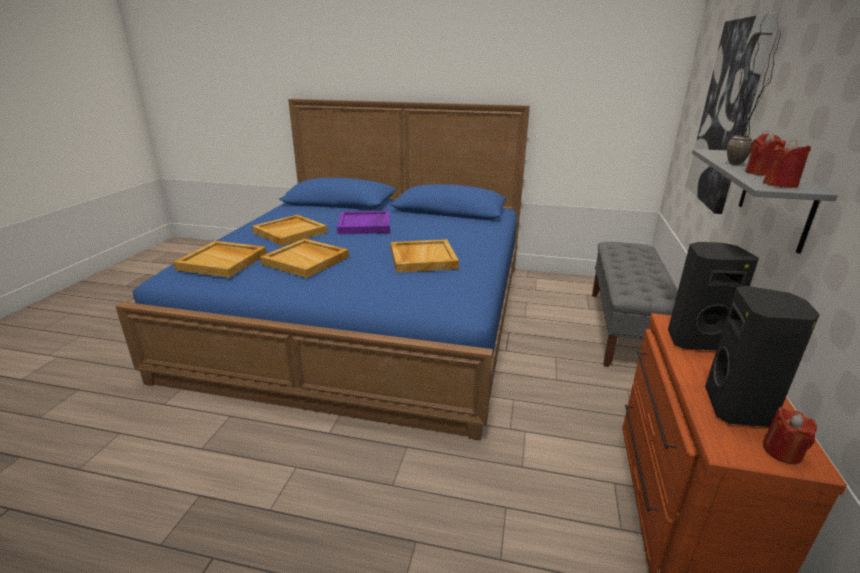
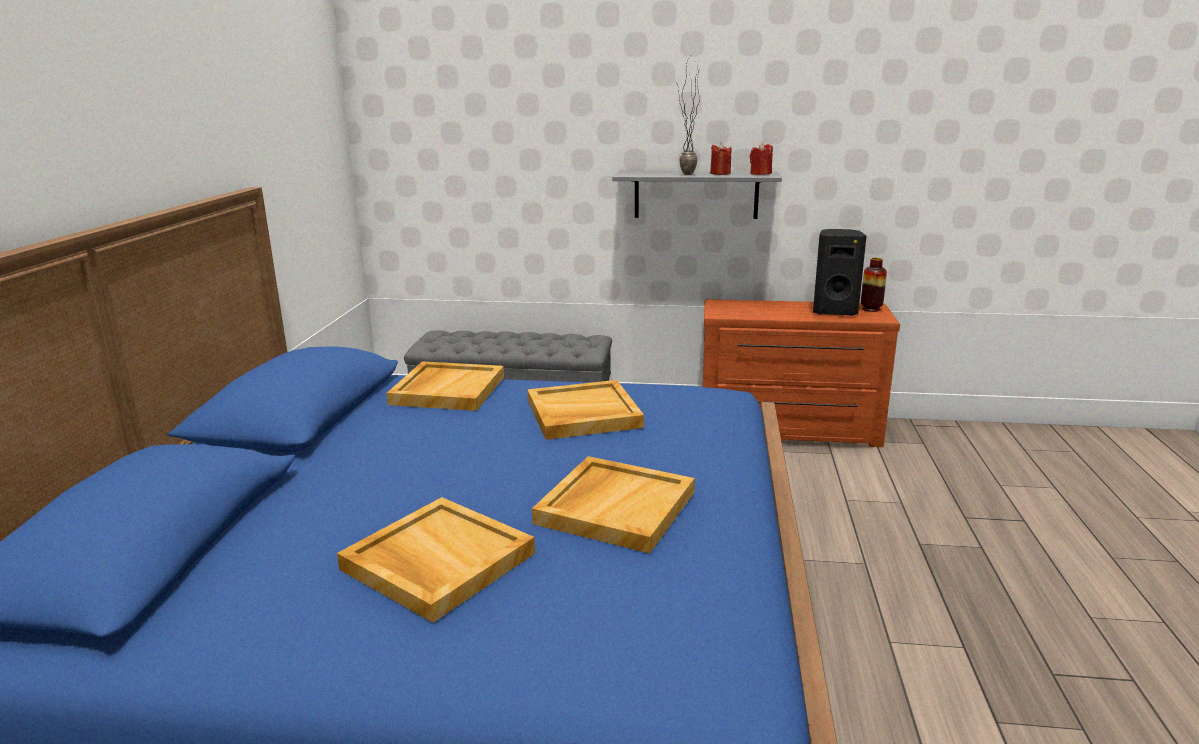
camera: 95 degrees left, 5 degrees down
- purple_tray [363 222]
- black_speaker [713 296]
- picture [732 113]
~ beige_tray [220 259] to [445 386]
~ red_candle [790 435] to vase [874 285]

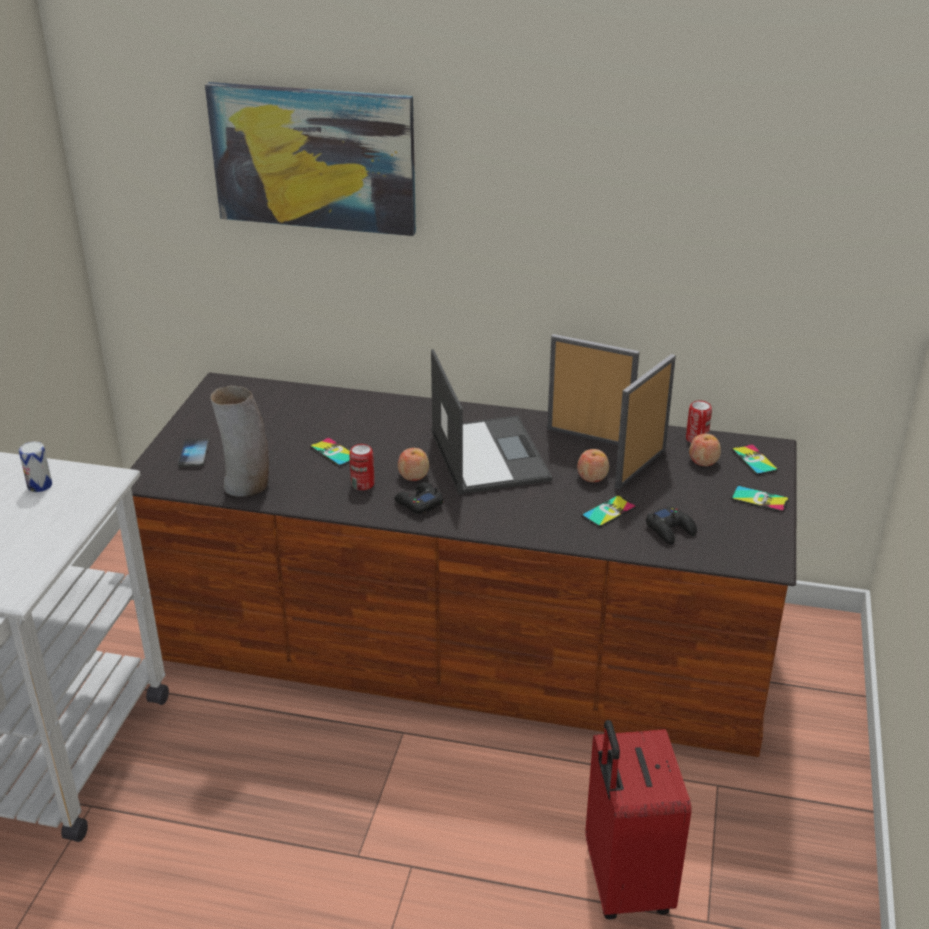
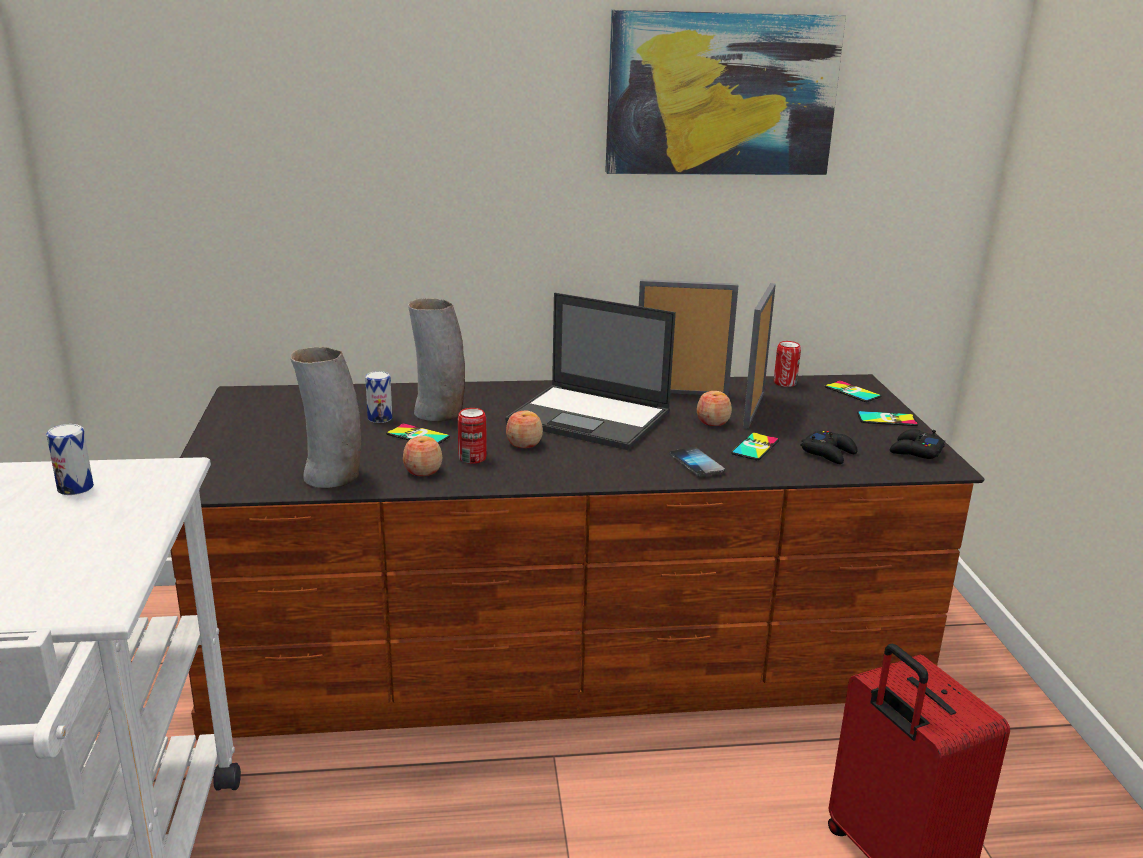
camera: 20 degrees left, 10 degrees down
+ can [378 397]
+ vase [436 359]
~ phone [194 452] to [697 462]
~ picture [310 159] to [725 92]
~ black_game_controller [419 498] to [917 444]
~ apple [705 450] to [422 456]
~ laptop [491 421] = [590 371] 150 degrees clockwise

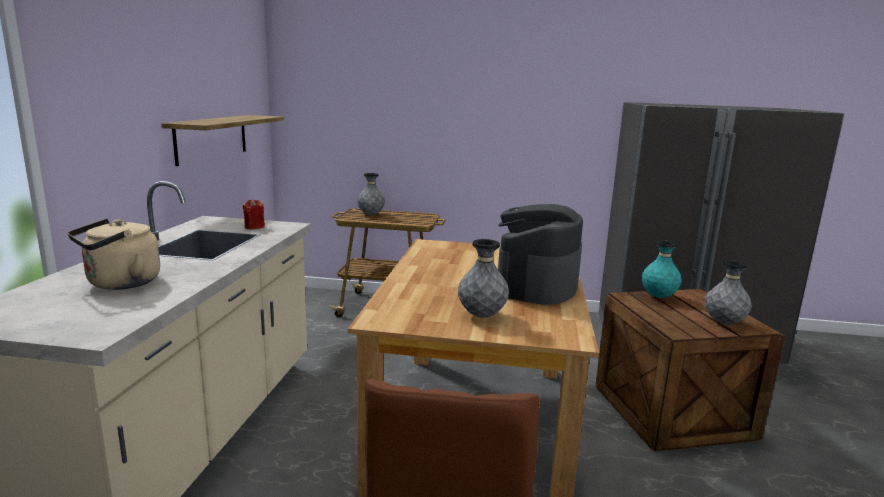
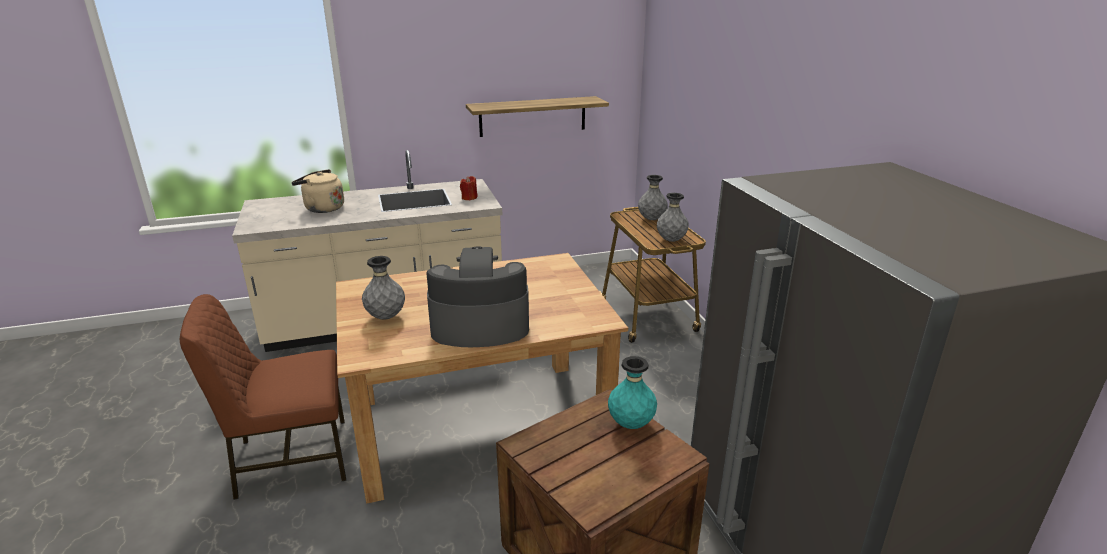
camera: 65 degrees right, 10 degrees up
~ grey_vase [728 292] to [673 217]

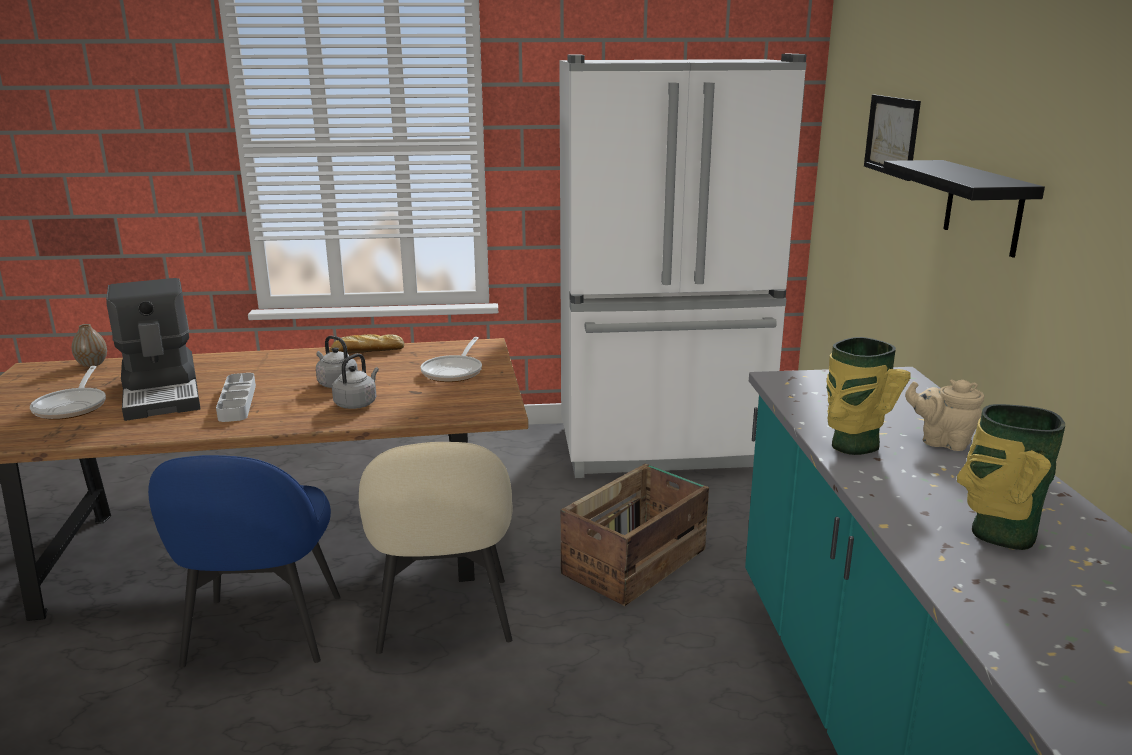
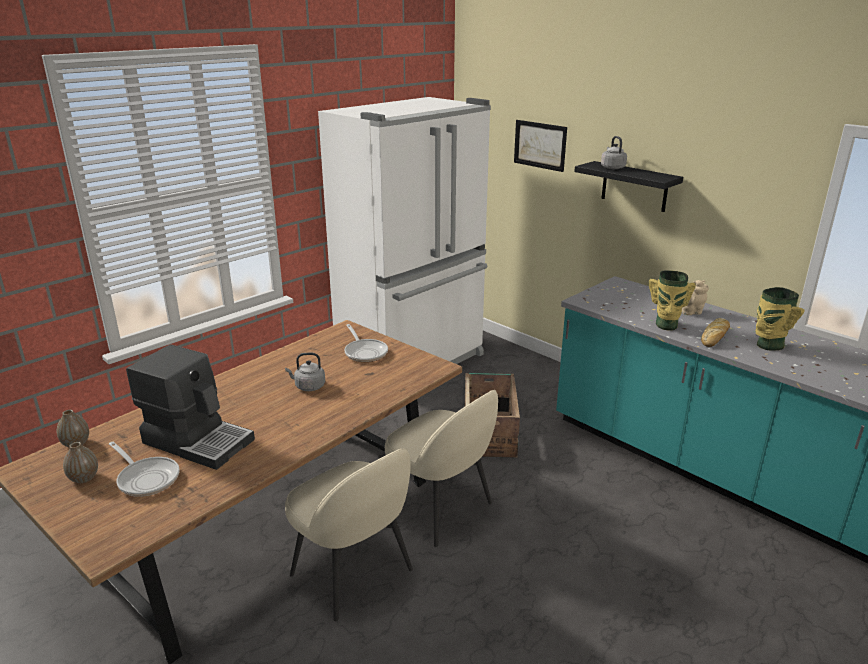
camera: 40 degrees left, 5 degrees up
- grey_tray [236 397]
+ vase [80 462]
~ bread [367 344] to [715 332]
~ grey_kettle [355 381] to [614 152]
~ blue_chair [244 561] to beige_chair [349 534]

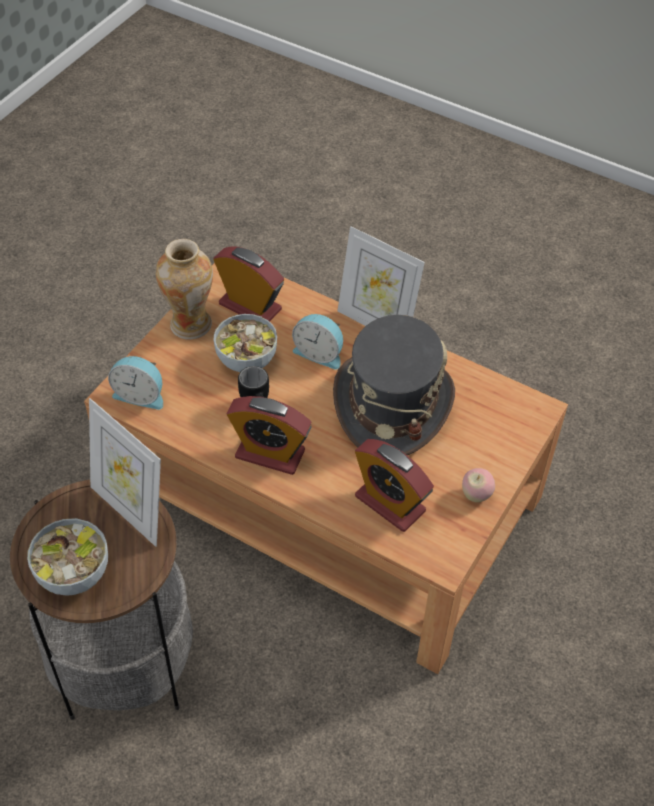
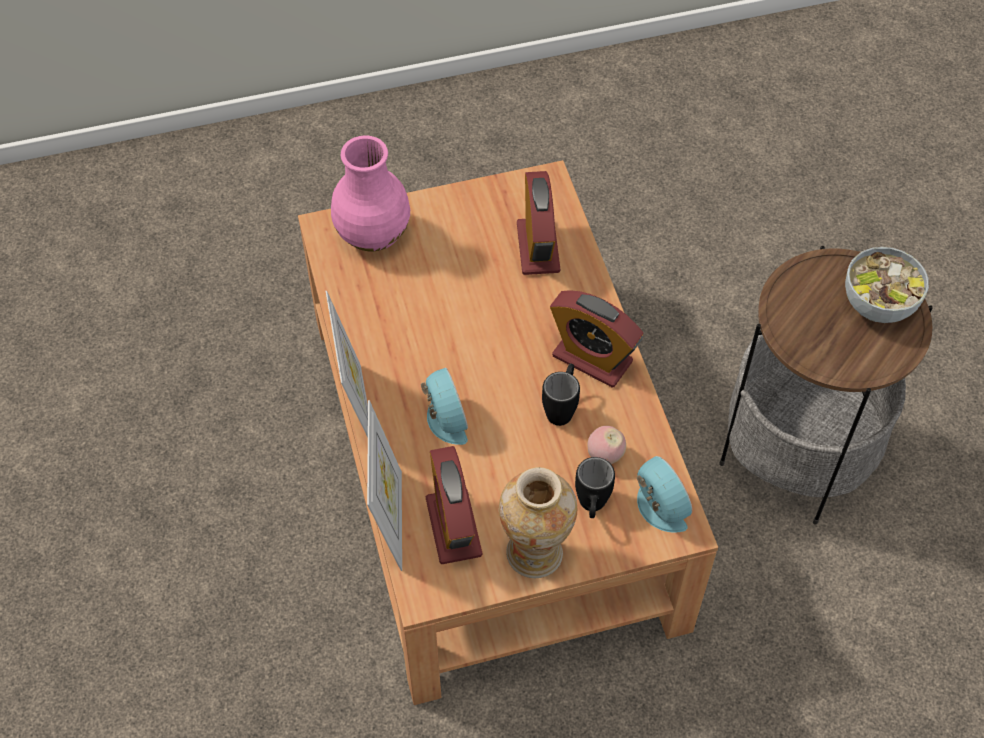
camera: 135 degrees left, 5 degrees up
- bowl [245 343]
- grey_hat [394 385]
+ pink_vase [370 193]
+ black_mug [595 487]
~ picture_frame [125 472] to [384 485]
~ apple [478 485] to [606 445]
~ alarm_clock [269 435] = [596 338] 150 degrees clockwise

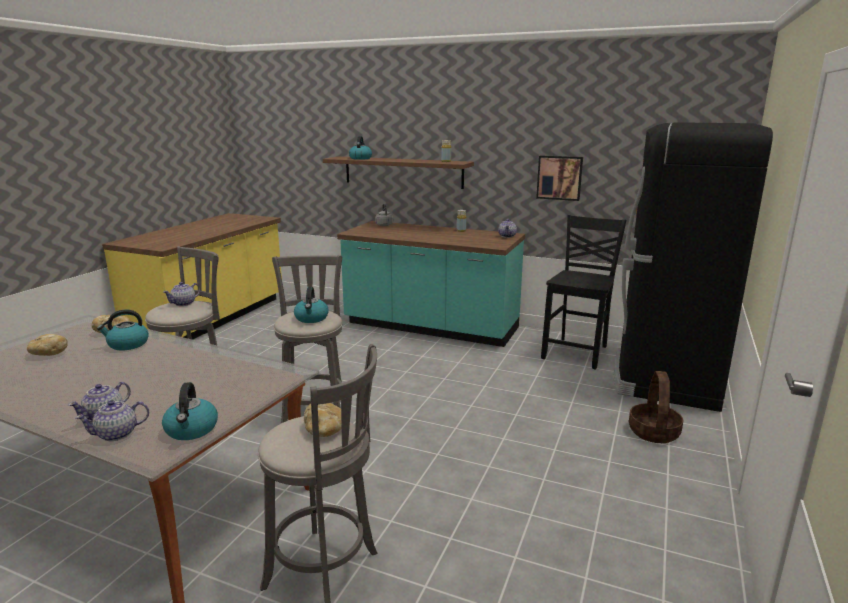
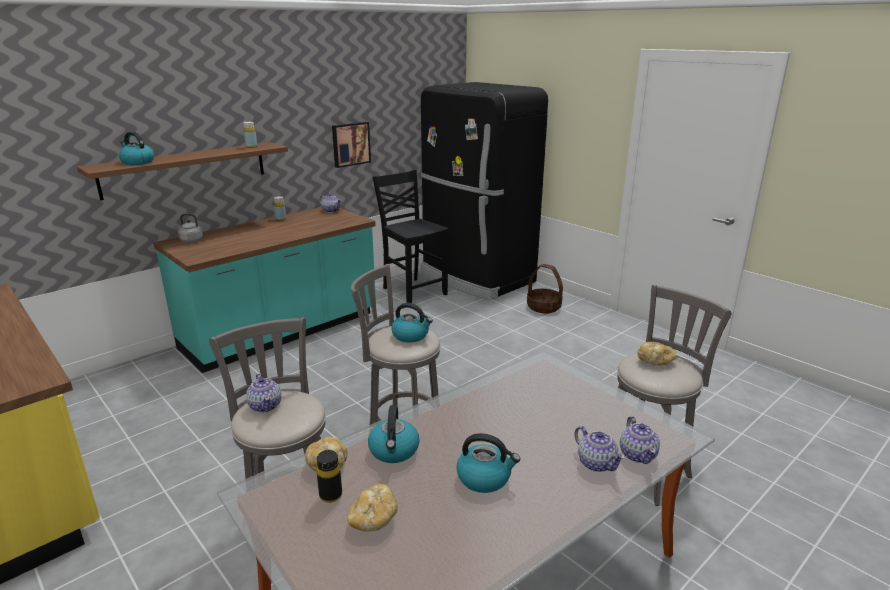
camera: 65 degrees left, 5 degrees up
+ black_bottle [329 476]
~ kettle [190 411] to [488 463]

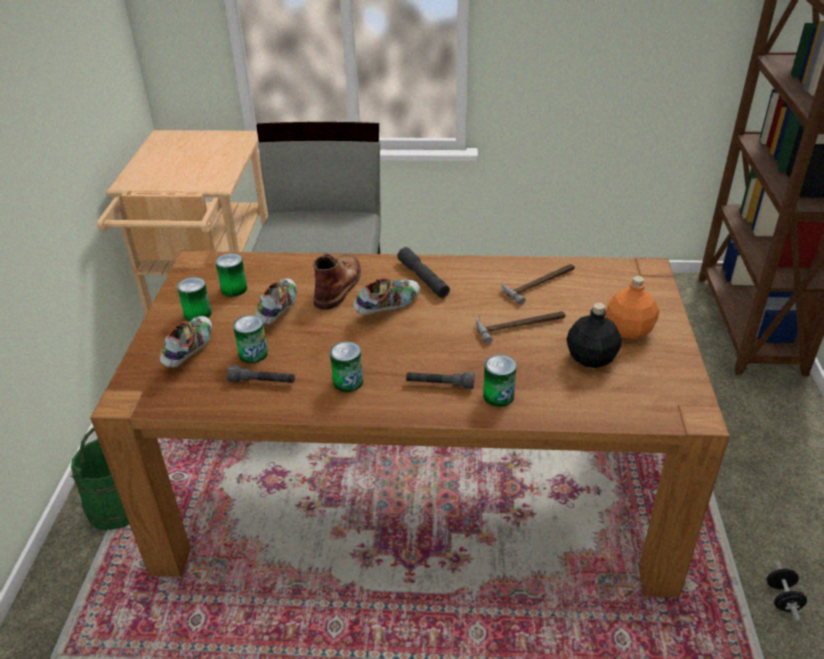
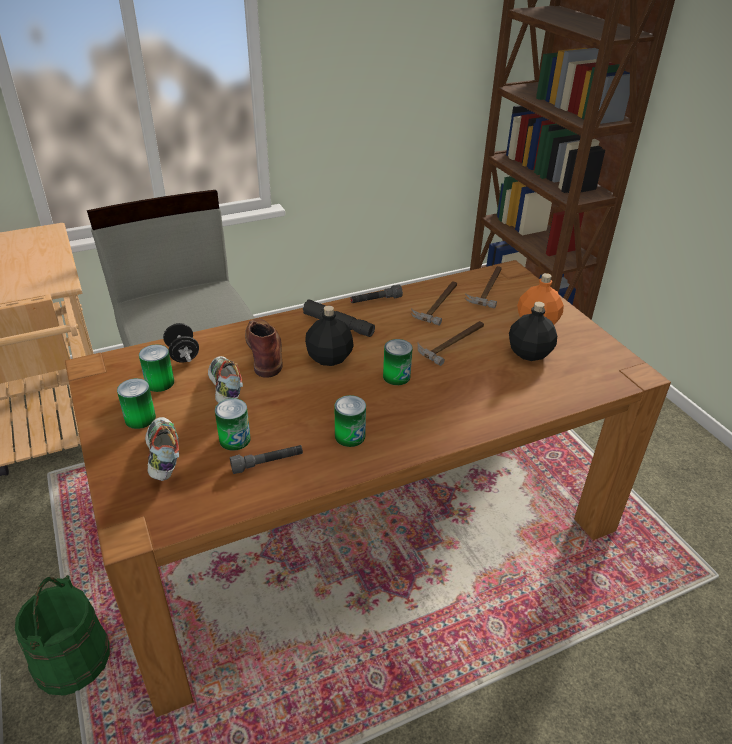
camera: 30 degrees left, 0 degrees up
+ hammer [483 287]
~ grey_flashlight [440 380] to [376 294]
~ can [500 381] to [398 362]
~ black_dumbbell [787 591] to [181 343]
~ shoe [386 296] to black_bottle [329 336]

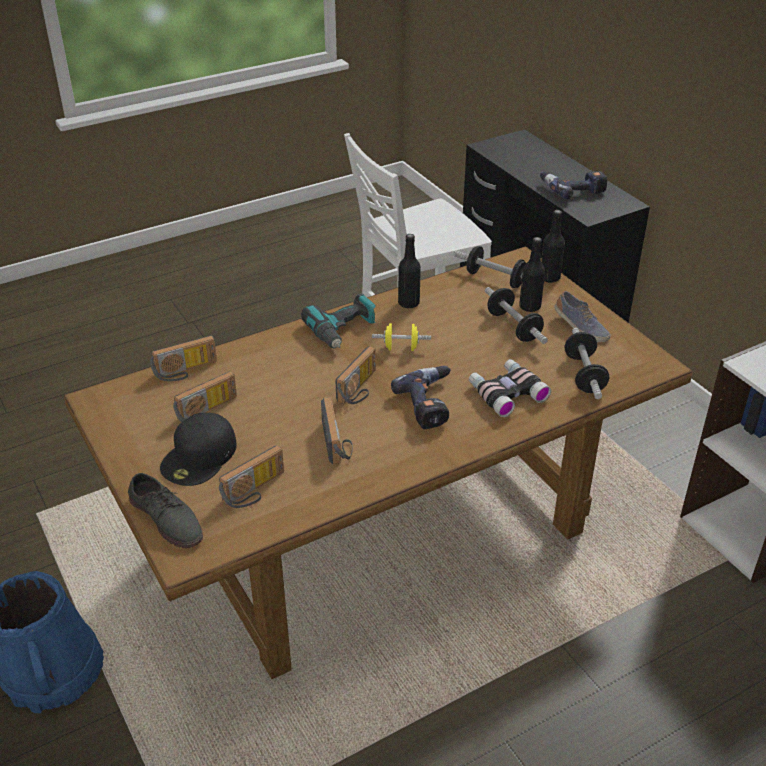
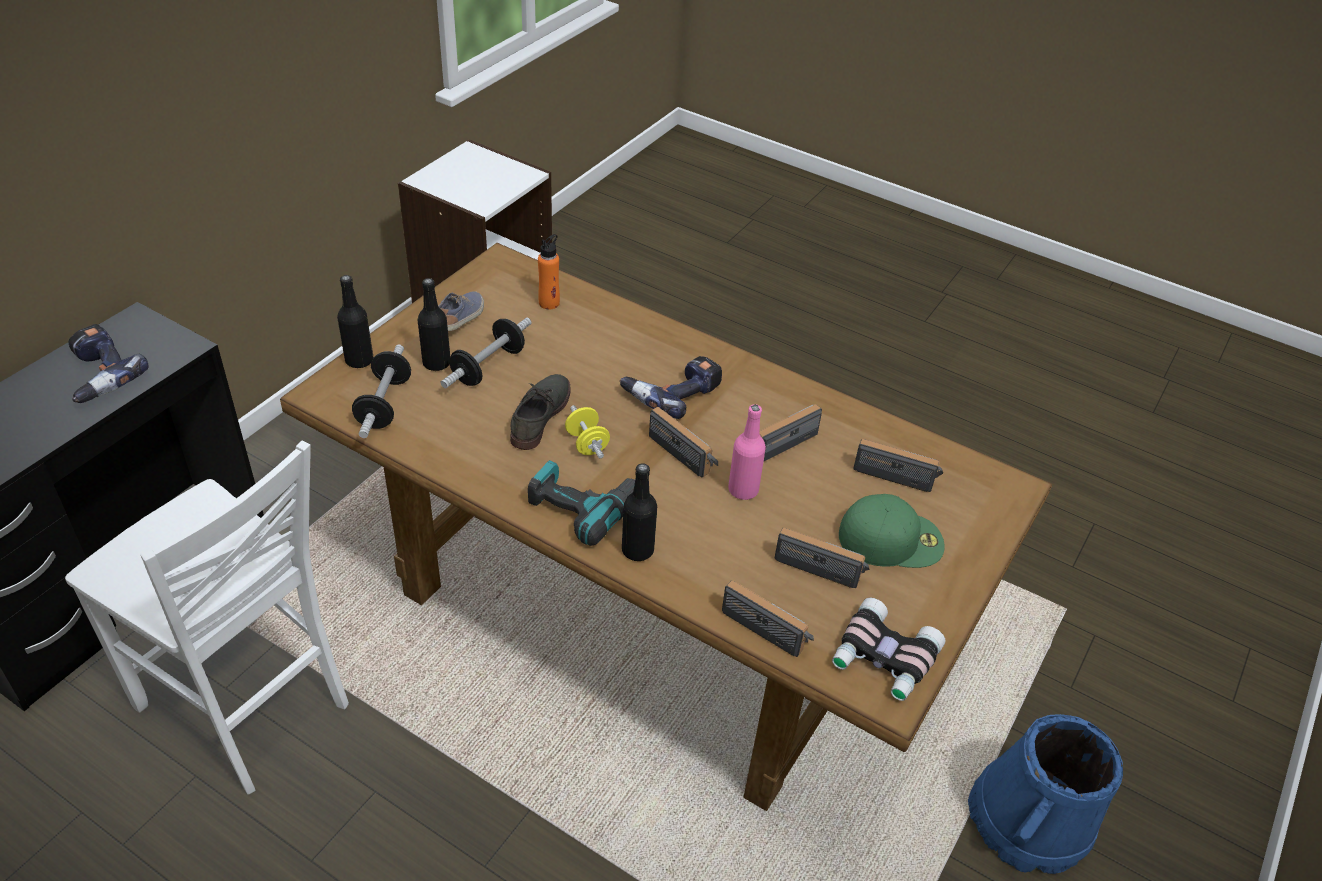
camera: 120 degrees left, 5 degrees up
+ pink_bottle [747 452]
~ grey_shoe [165 510] to [540 412]
~ black_bottle [409 271] to [639 512]
~ binoculars [510 388] to [889 649]
~ dumbbell [587 363] to orange_bottle [549 271]
~ black_cap [198 449] to green_cap [892 531]
~ radio [355 375] = [683 442] 45 degrees clockwise

